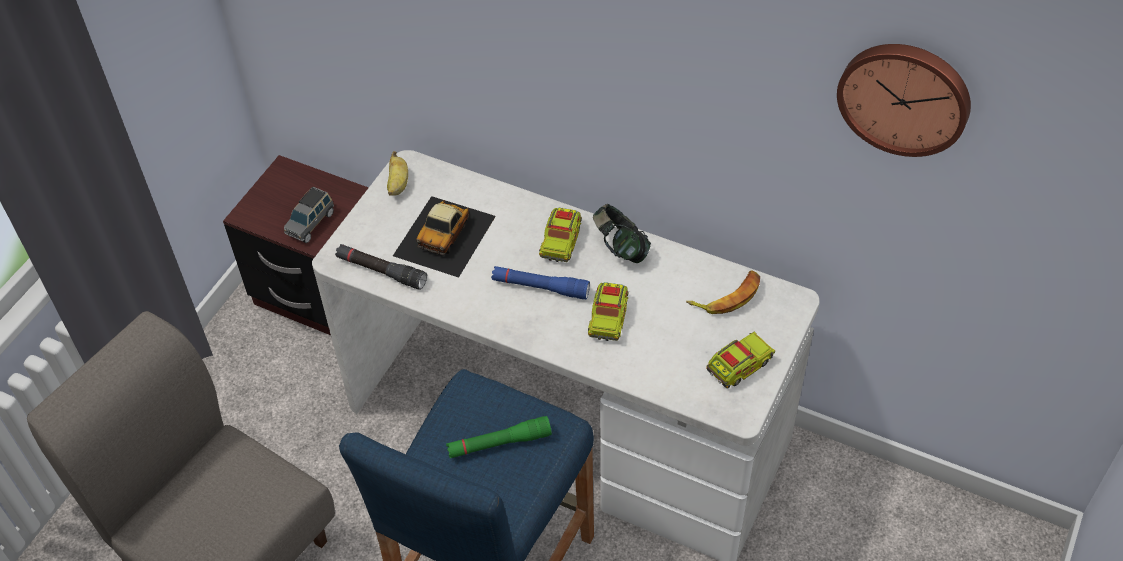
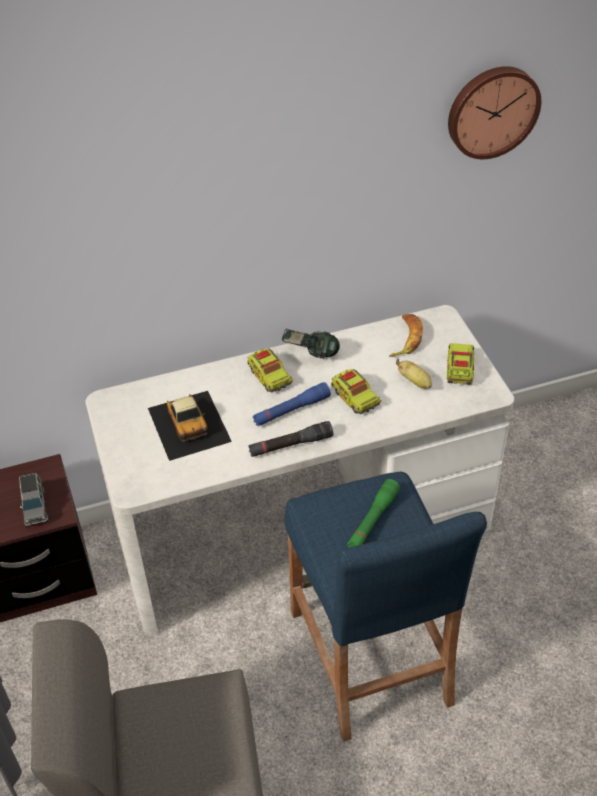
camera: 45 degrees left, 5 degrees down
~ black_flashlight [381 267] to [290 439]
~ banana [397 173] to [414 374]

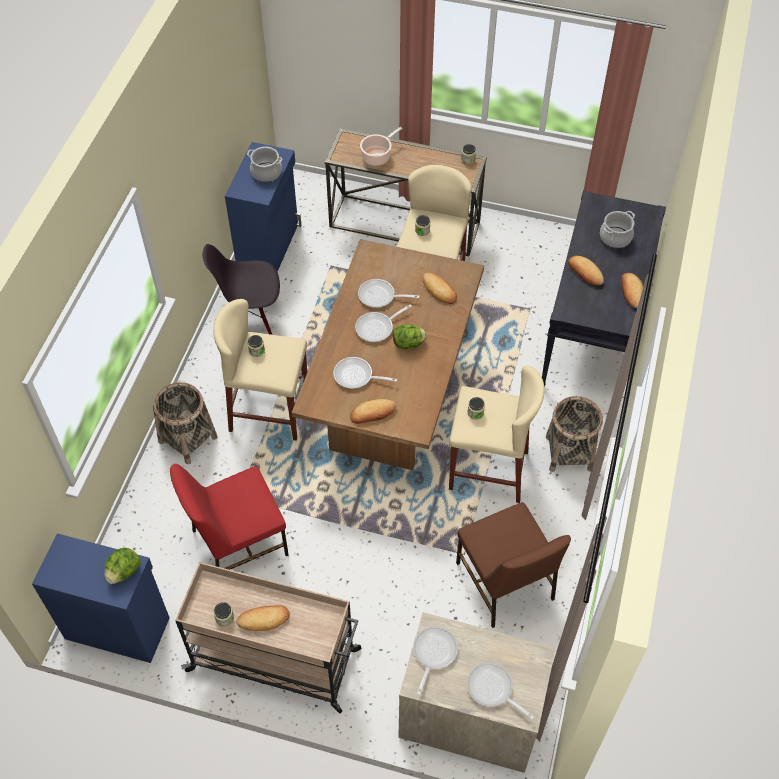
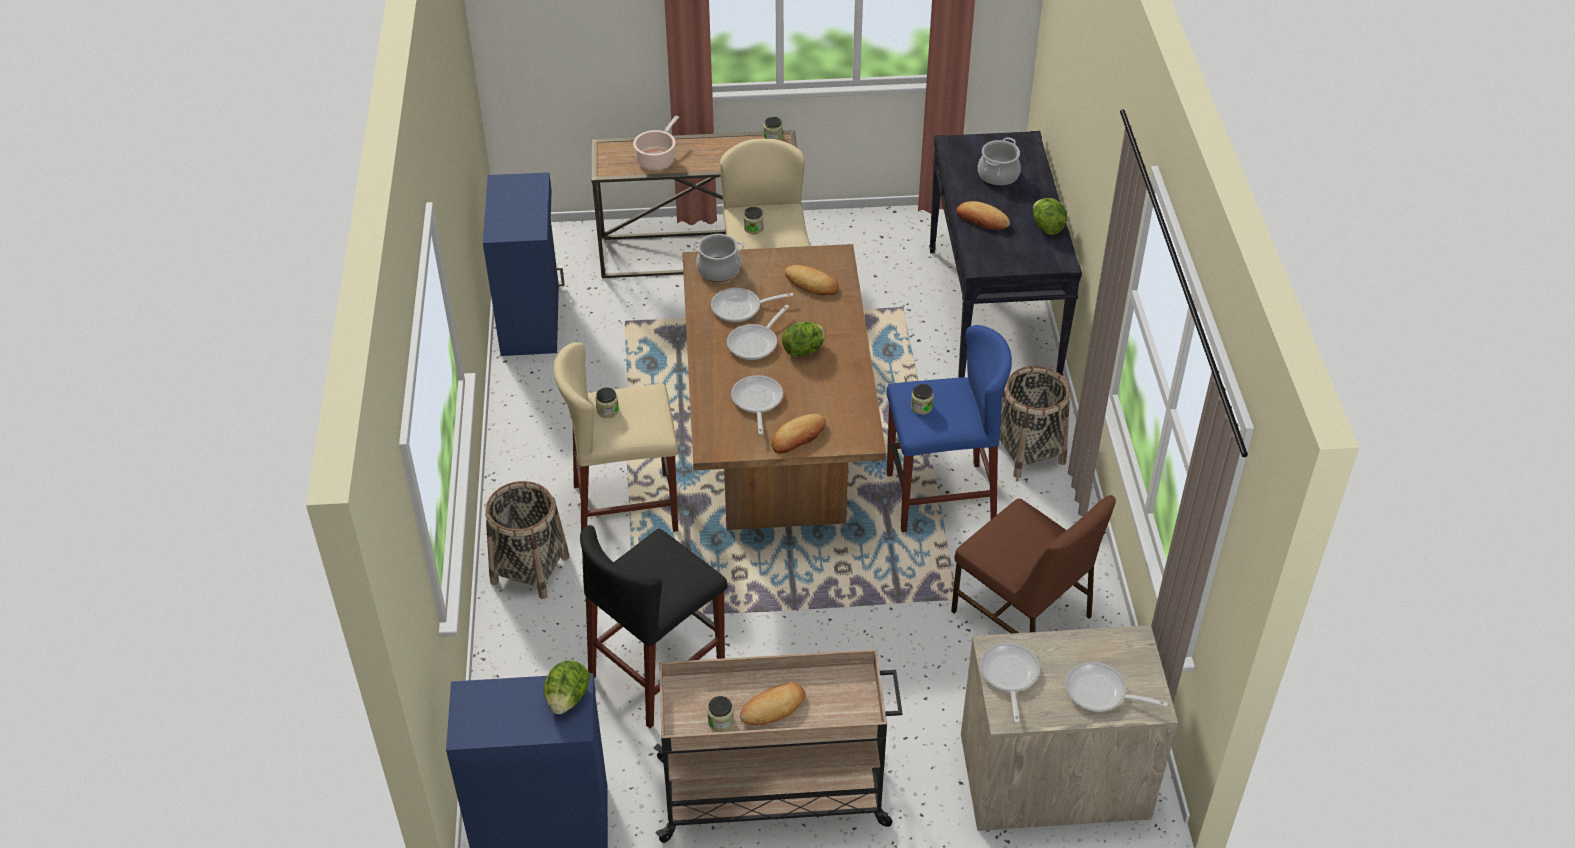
camera: 20 degrees left, 10 degrees down
- black_chair [241 289]
~ cooking_pot [264 164] to [718 258]
~ red_chair [229 517] to black_stool [654 626]
~ bread [632 290] to lettuce [1050 216]
~ beige_stool [497 434] to blue_stool [949 428]
~ frying_pan [365 373] = [757 405] 90 degrees clockwise

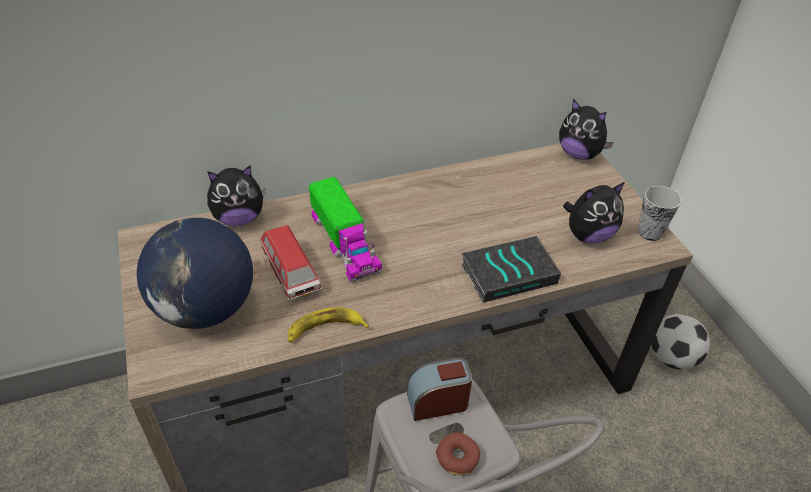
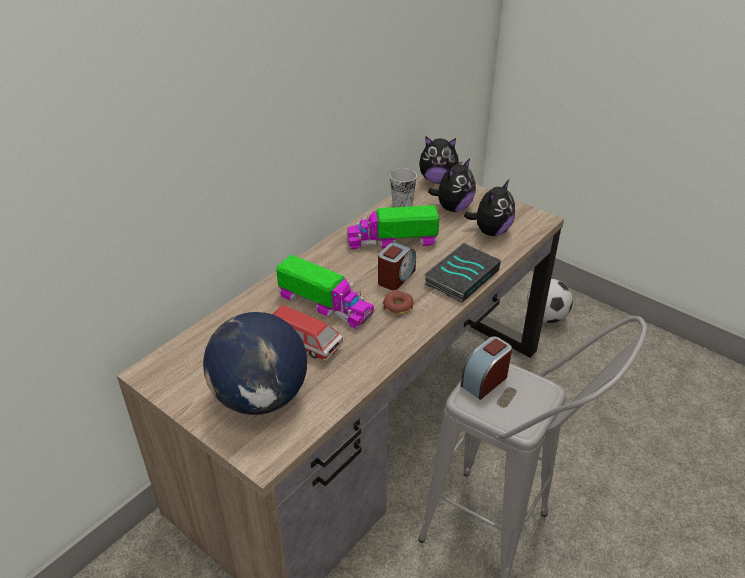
camera: 30 degrees left, 5 degrees down
- banana [328 324]
+ toy_truck [393 227]
+ alarm_clock [397 266]
~ plush_toy [236 195] to [452 185]
~ donut [458 453] to [398 303]
~ cup [659 213] to [403 187]

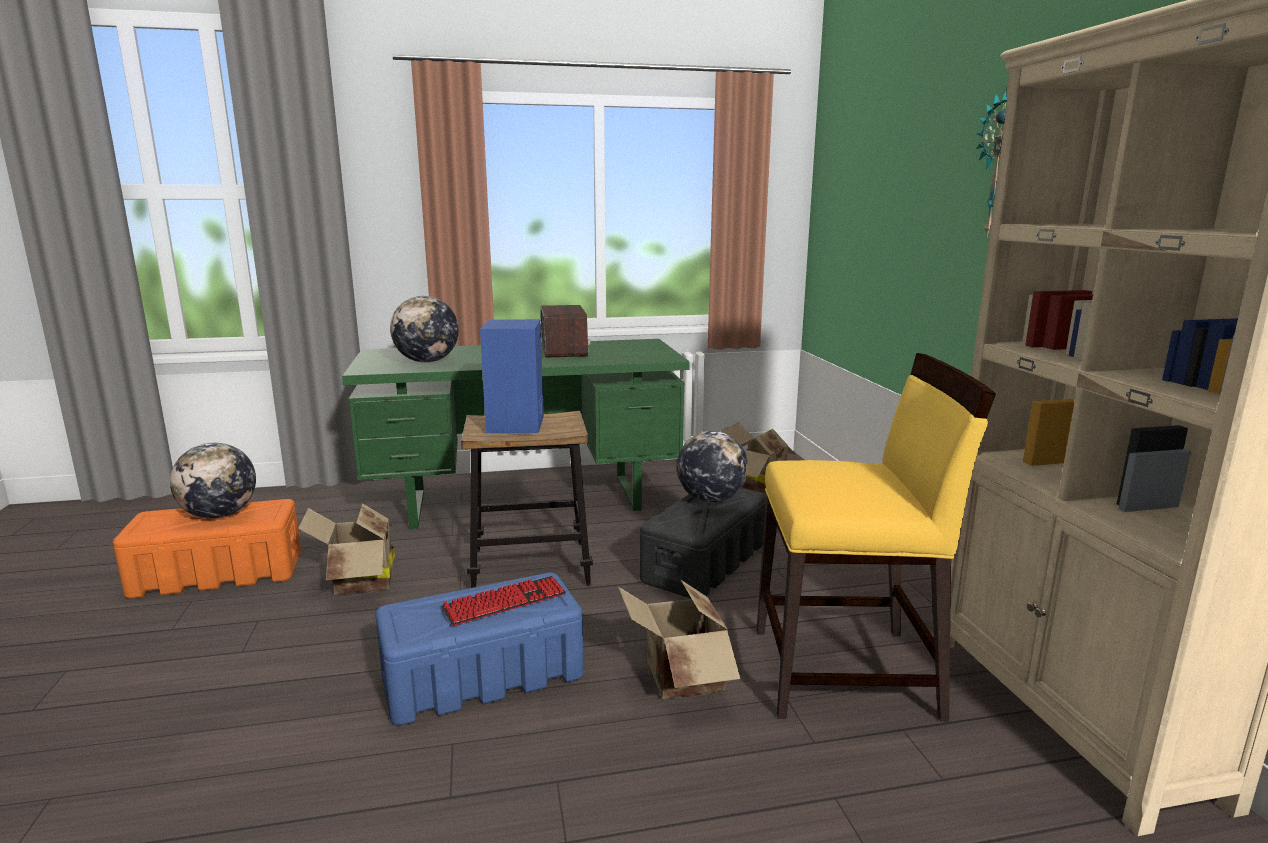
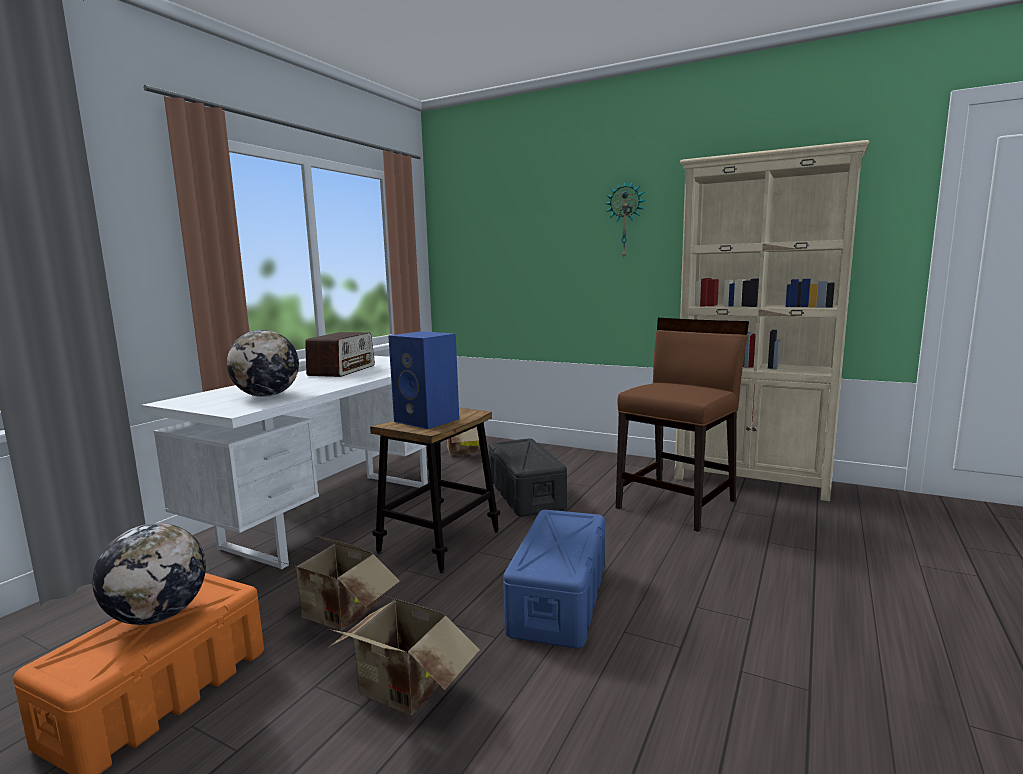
camera: 50 degrees left, 5 degrees down
- keyboard [503 601]
- globe [712 467]
~ cardboard_box [679 639] to [404 654]
~ green_desk [516 434] to white_desk [284 462]
~ yellow_chair [876 537] to brown_chair [682 425]
~ radio [566 331] = [340 354] 75 degrees clockwise

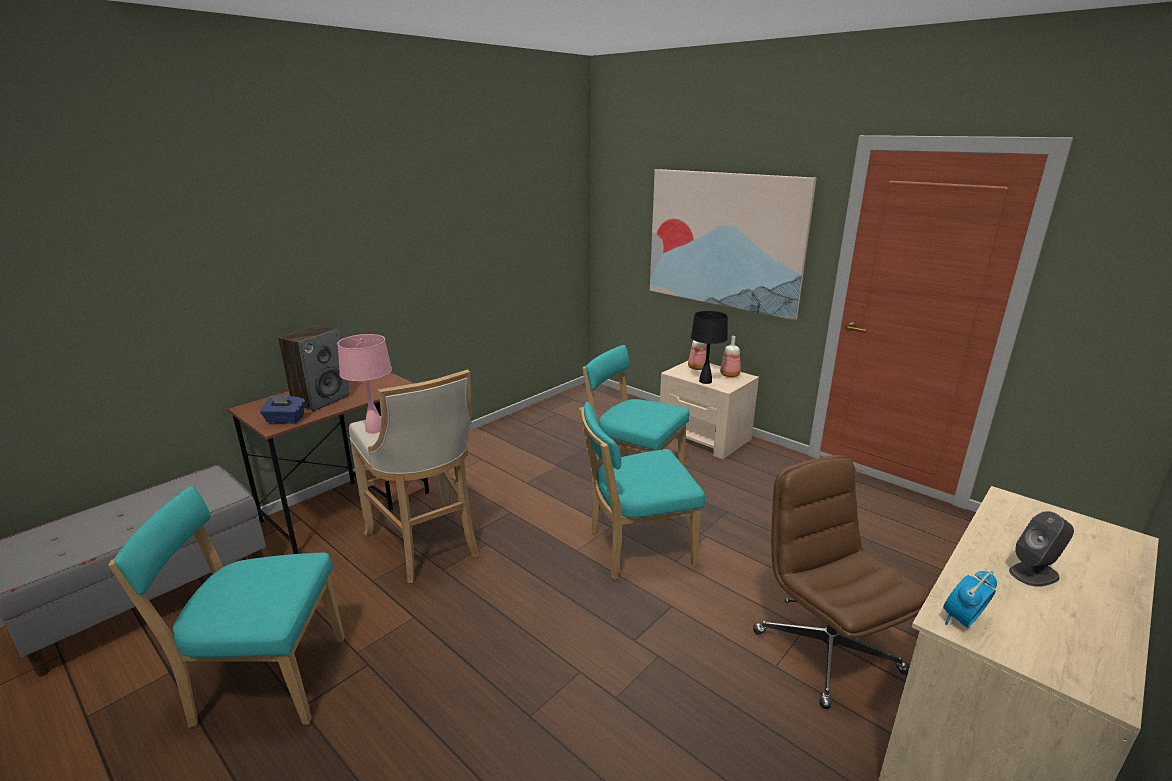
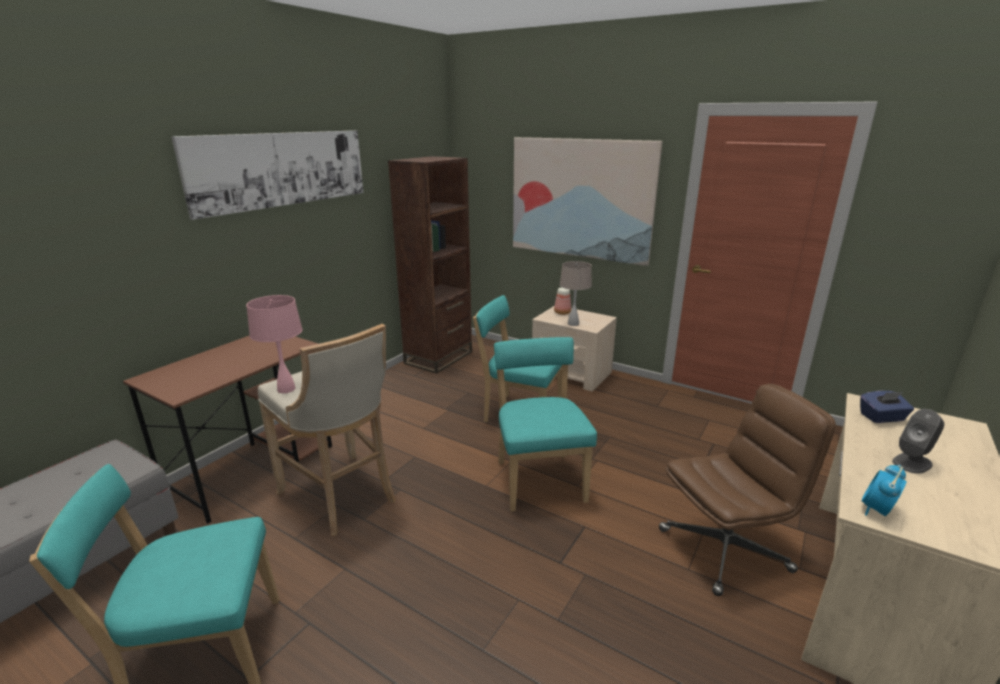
camera: 10 degrees left, 0 degrees up
- speaker [314 368]
- bottle [730 356]
+ picture [267 175]
+ brown_bookcase [430 265]
~ blue_tissue_box [282 409] to [887 407]
~ black_table_lamp [709 347] to beige_table_lamp [576 293]
~ turquoise_chair [642 491] = [545 424] 105 degrees clockwise
~ brown_office_chair [841 582] = [747 490] 105 degrees clockwise

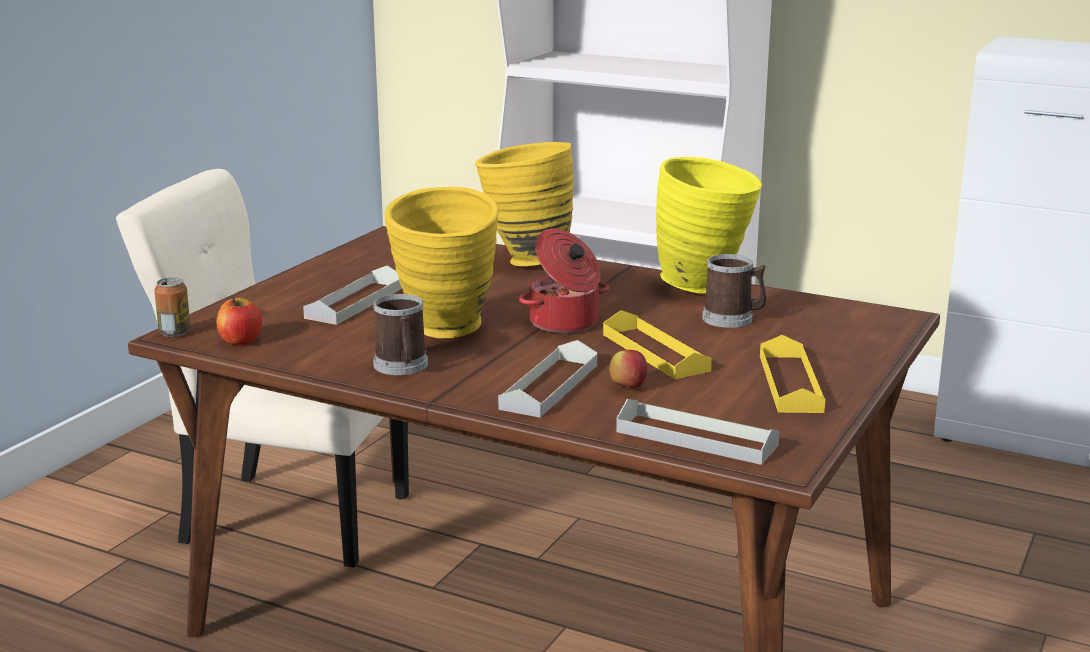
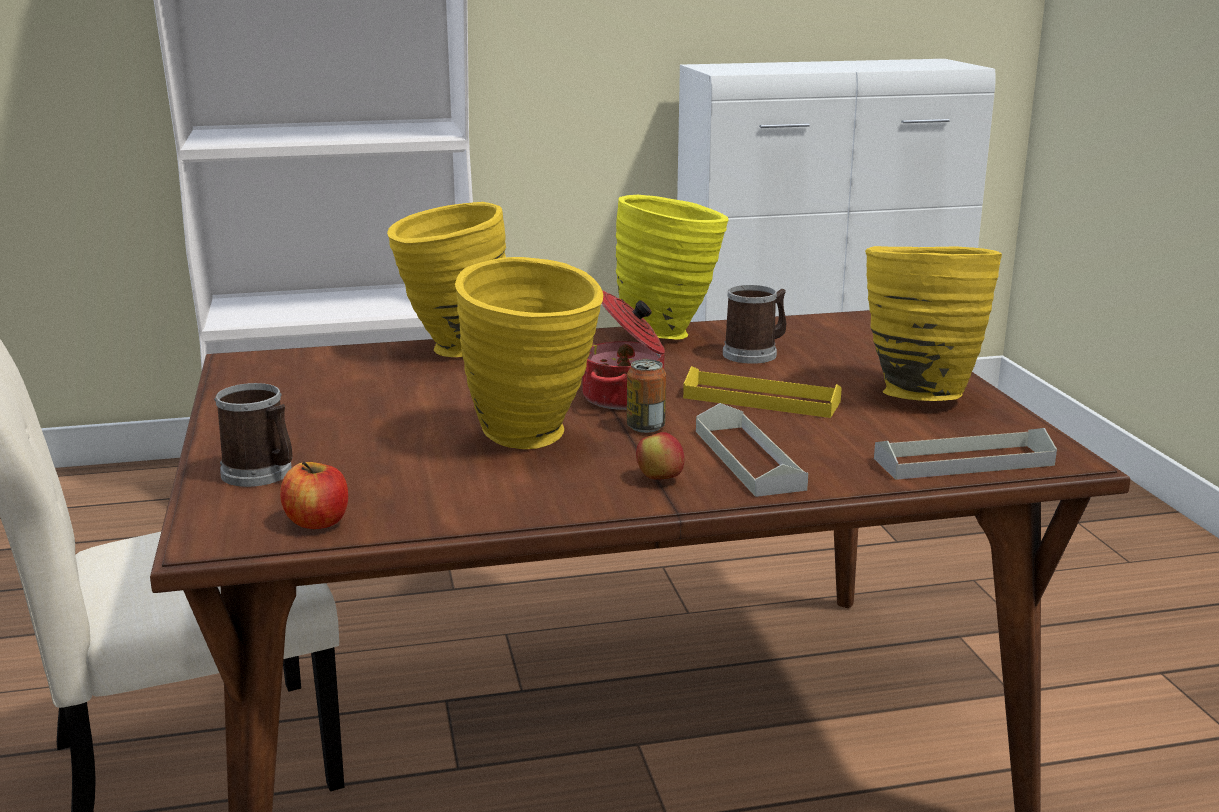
camera: 40 degrees left, 0 degrees up
- grey_tray [352 295]
~ can [172 307] to [646 396]
~ mug [400 334] to [253 435]
~ apple [628 369] to [660 455]
~ yellow_tray [792 374] to yellow_vase [933 323]

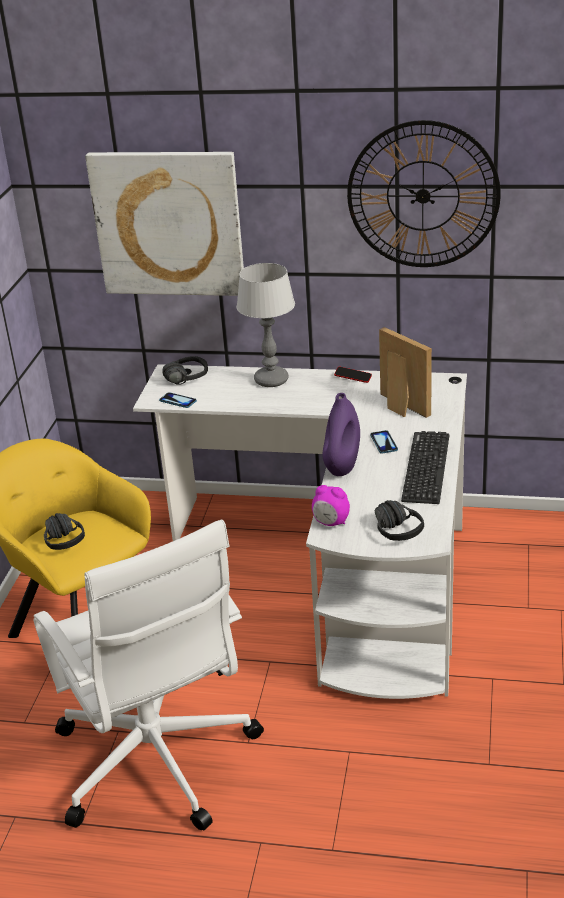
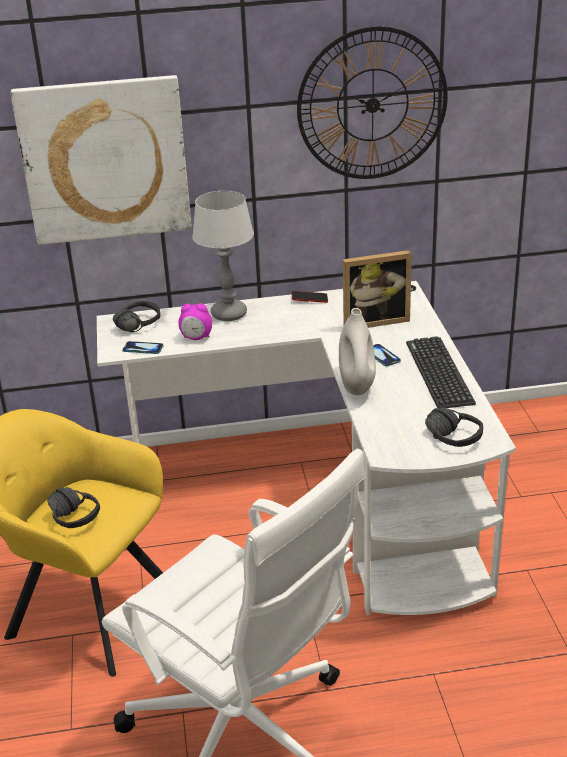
camera: 20 degrees left, 0 degrees up
~ alarm_clock [331 505] to [195 321]
~ purple_vase [341 434] to white_vase [357 351]
~ picture_frame [405 372] = [377 289] 135 degrees clockwise

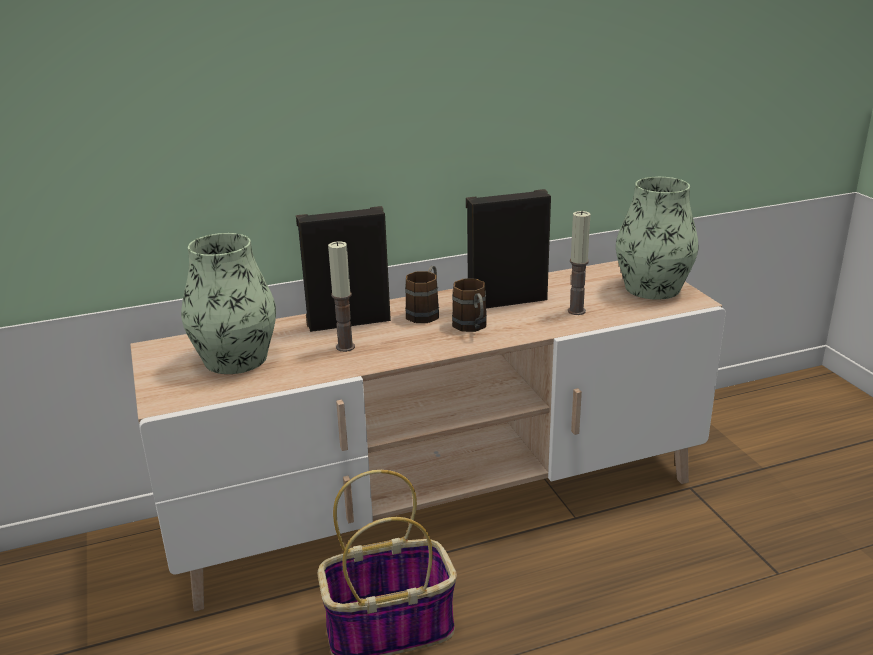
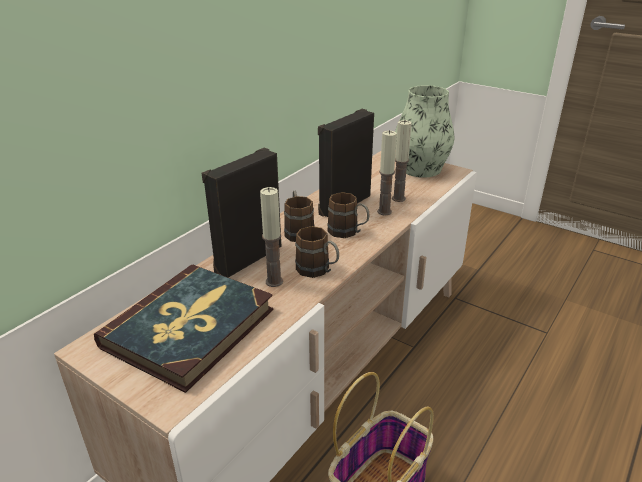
camera: 35 degrees left, 5 degrees up
+ brown_mug [317 252]
+ candle [387 172]
~ vase [228 303] to book [183 329]

